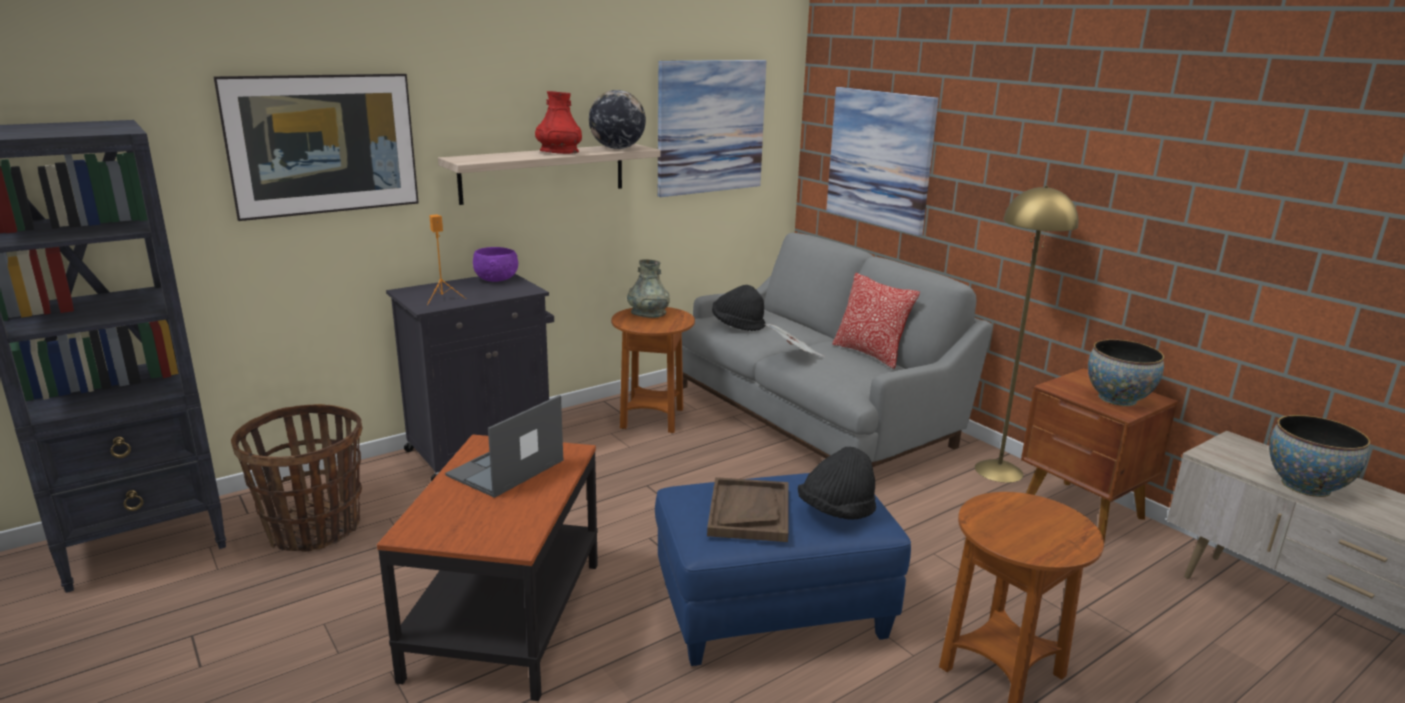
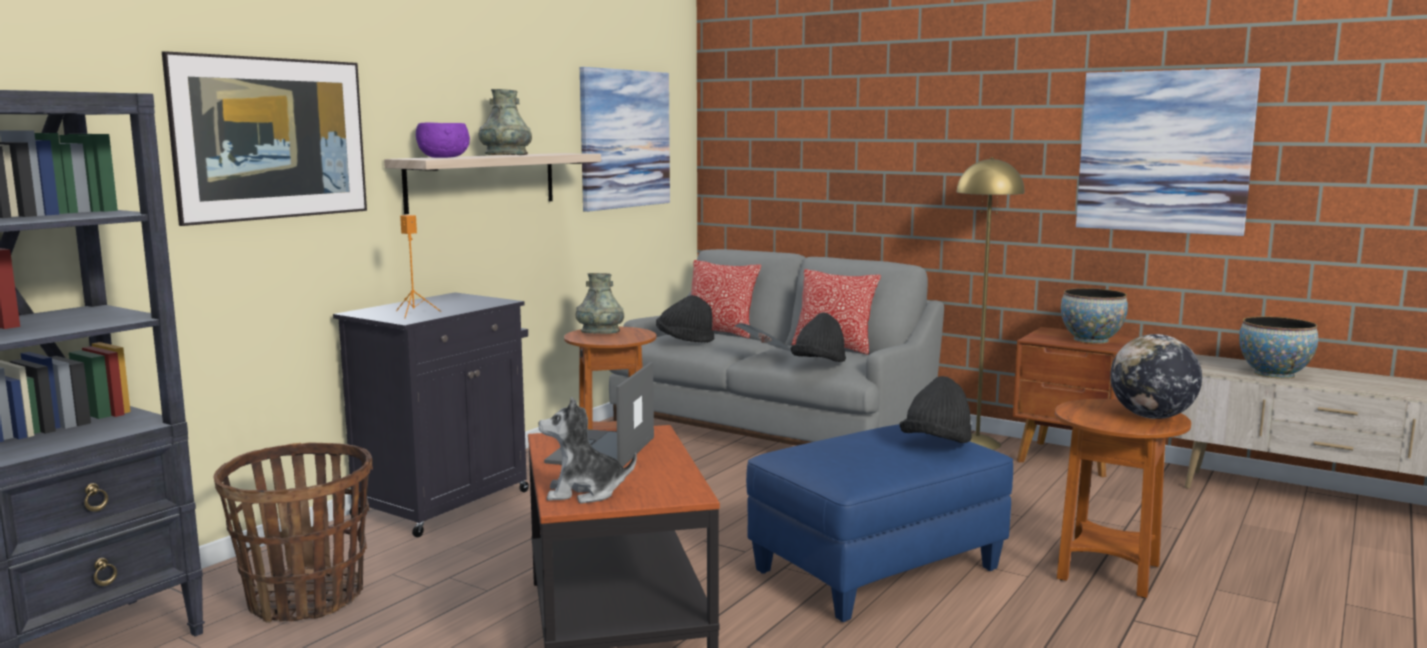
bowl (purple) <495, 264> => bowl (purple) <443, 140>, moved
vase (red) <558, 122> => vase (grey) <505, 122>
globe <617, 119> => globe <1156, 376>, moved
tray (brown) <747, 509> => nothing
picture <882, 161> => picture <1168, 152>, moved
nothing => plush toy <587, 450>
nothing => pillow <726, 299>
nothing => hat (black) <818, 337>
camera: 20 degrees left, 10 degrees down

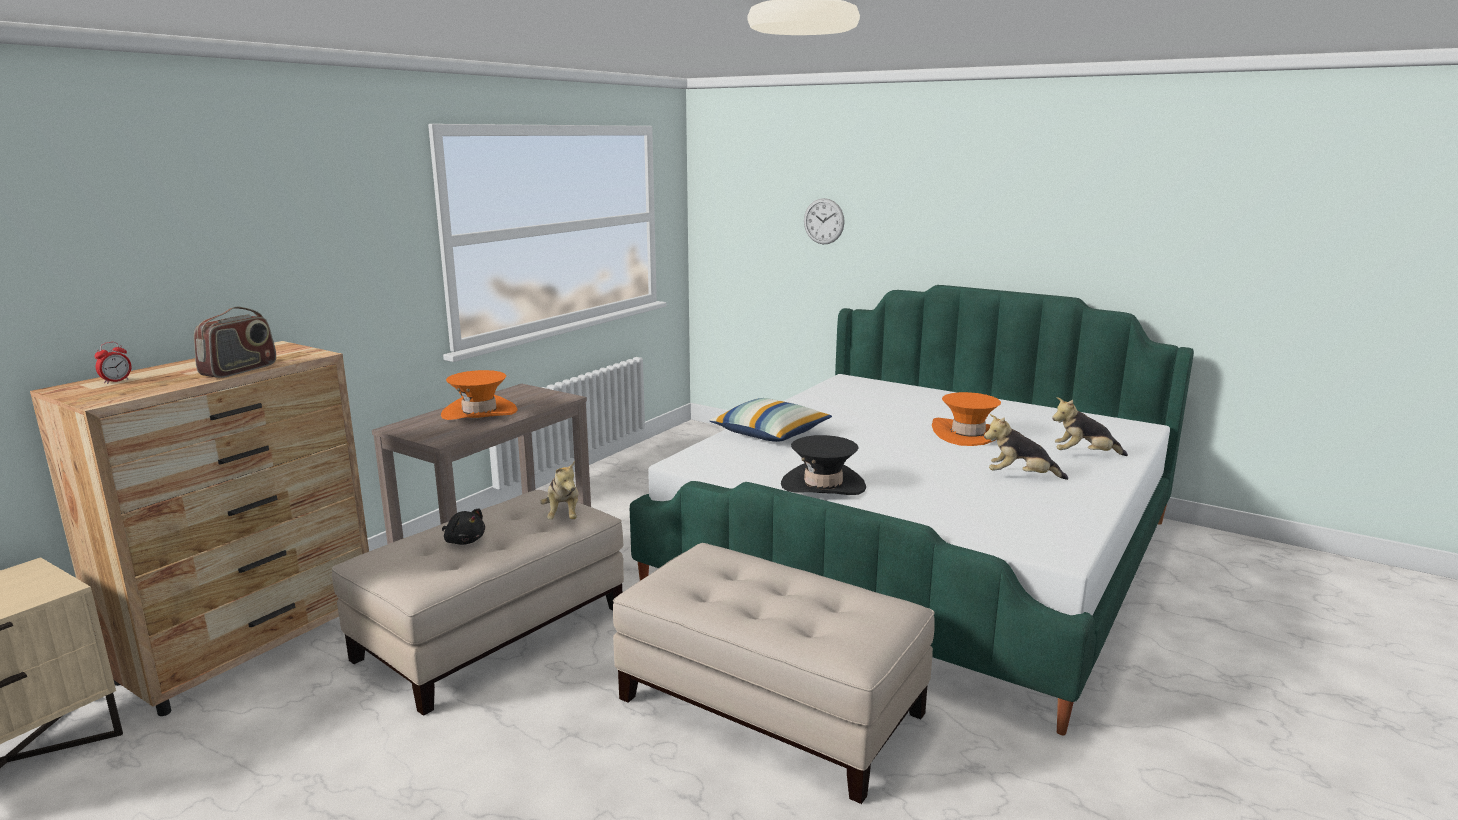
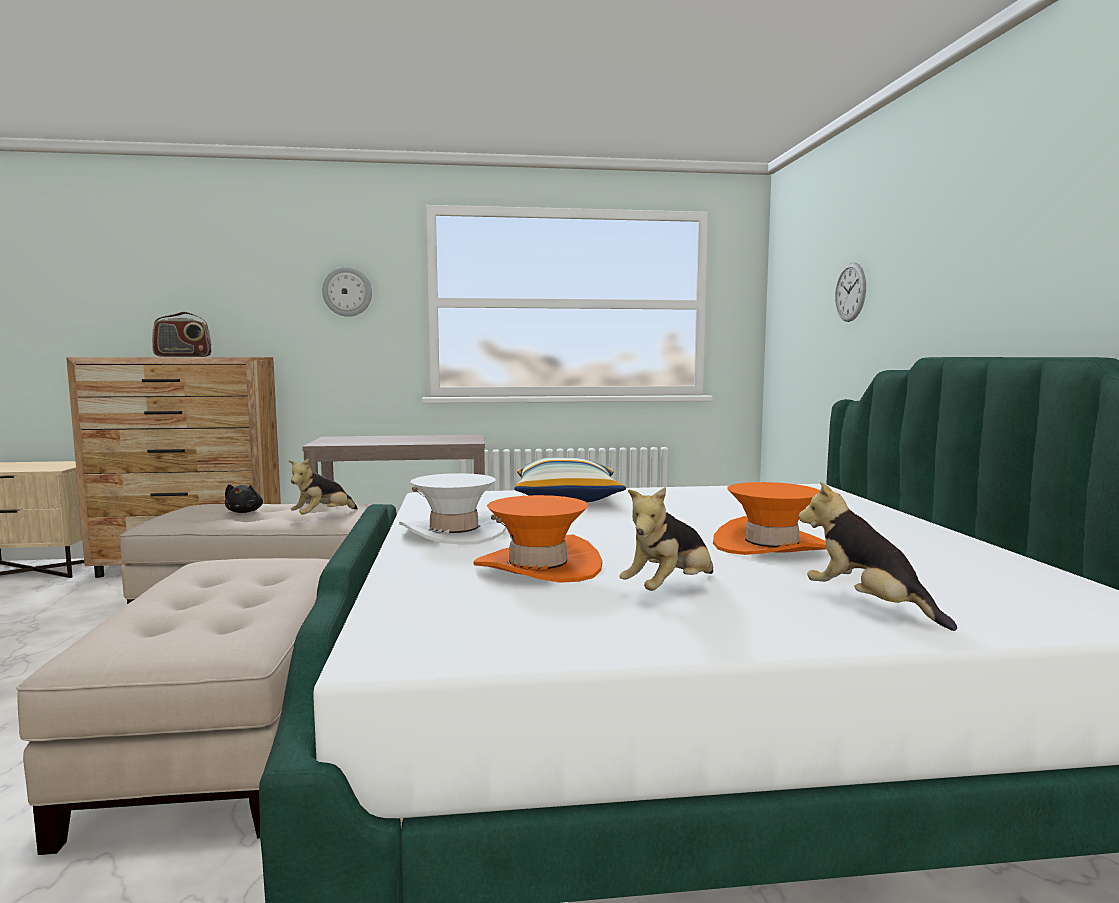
alarm clock <112, 363> => nothing
hat (orange) <479, 395> => hat (orange) <538, 539>, moved
hat (black) <823, 465> => hat (white) <452, 509>
plush toy <1026, 447> => plush toy <666, 539>, 105 degrees counterclockwise
nothing => wall clock <347, 292>
camera: 50 degrees right, 10 degrees down

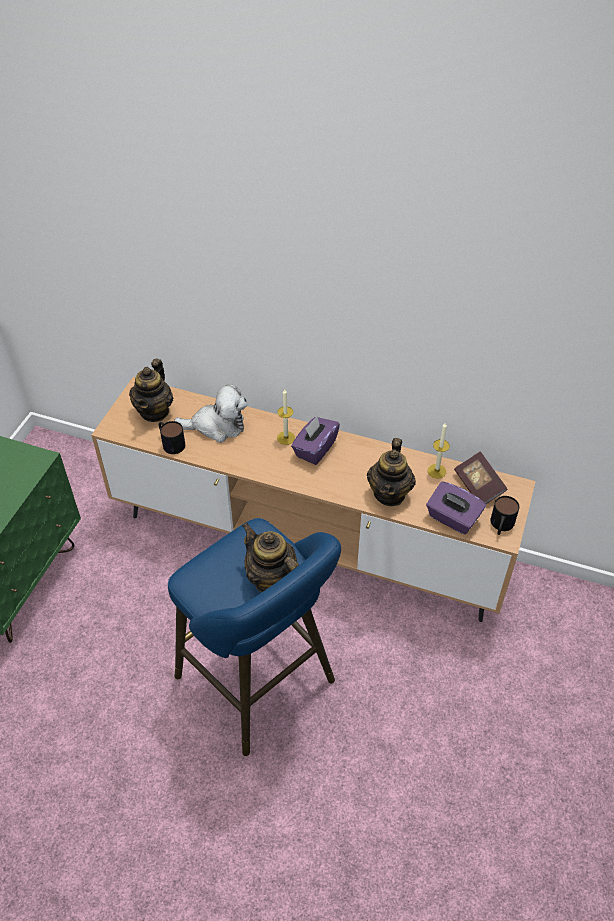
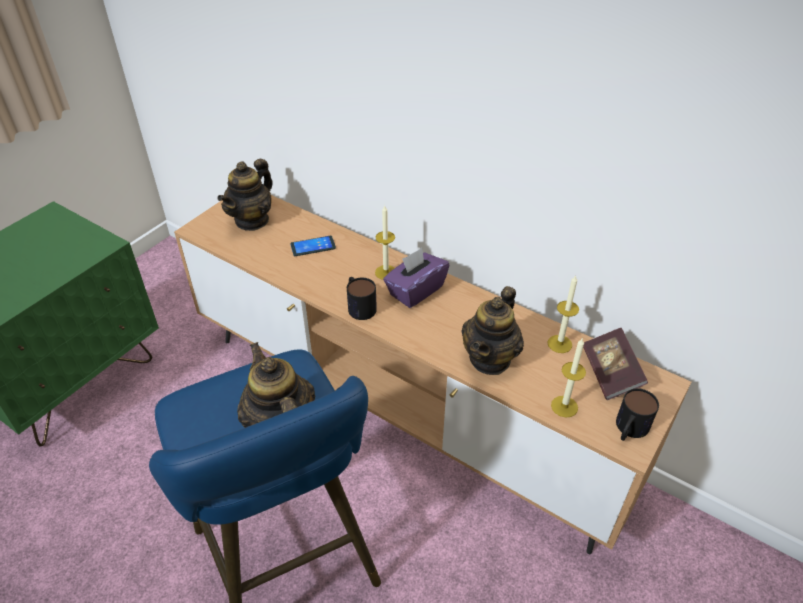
mug <172, 437> => mug <362, 298>, moved
plush toy <210, 413> => phone <313, 246>
tissue box (purple) <456, 507> => candle <568, 378>
camera: 15 degrees right, 5 degrees down

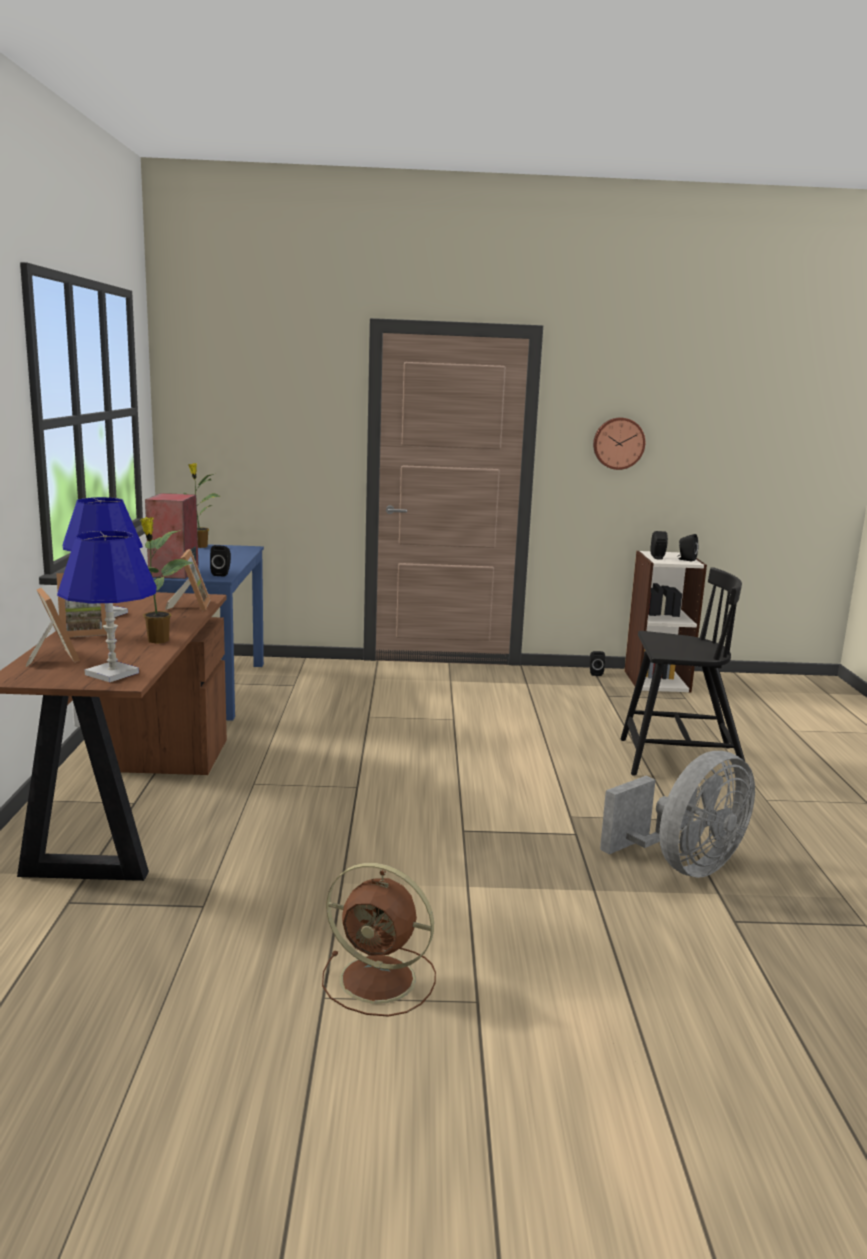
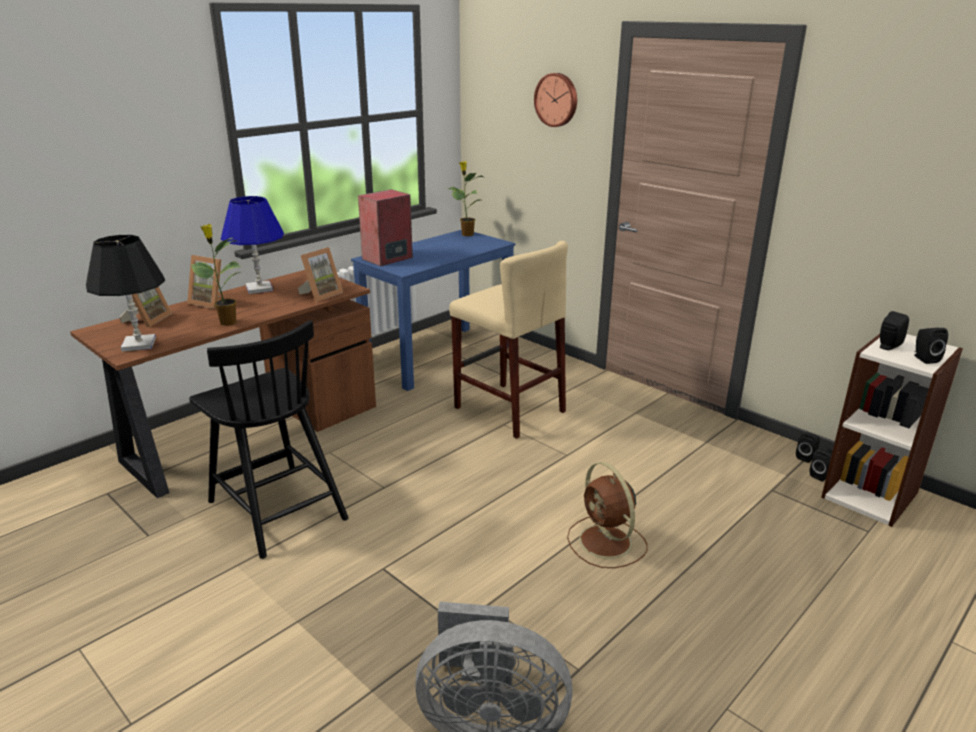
table lamp (blue) <107, 606> => table lamp (black) <125, 293>
speaker (black) <220, 561> => speaker (black) <821, 465>, moved
fan (brown) <379, 940> => fan (brown) <607, 515>, moved
wall clock <619, 444> => wall clock <555, 100>, moved
chair (black) <682, 671> => chair (black) <268, 439>, moved
nothing => stool (beige) <508, 340>
camera: 45 degrees right, 10 degrees up

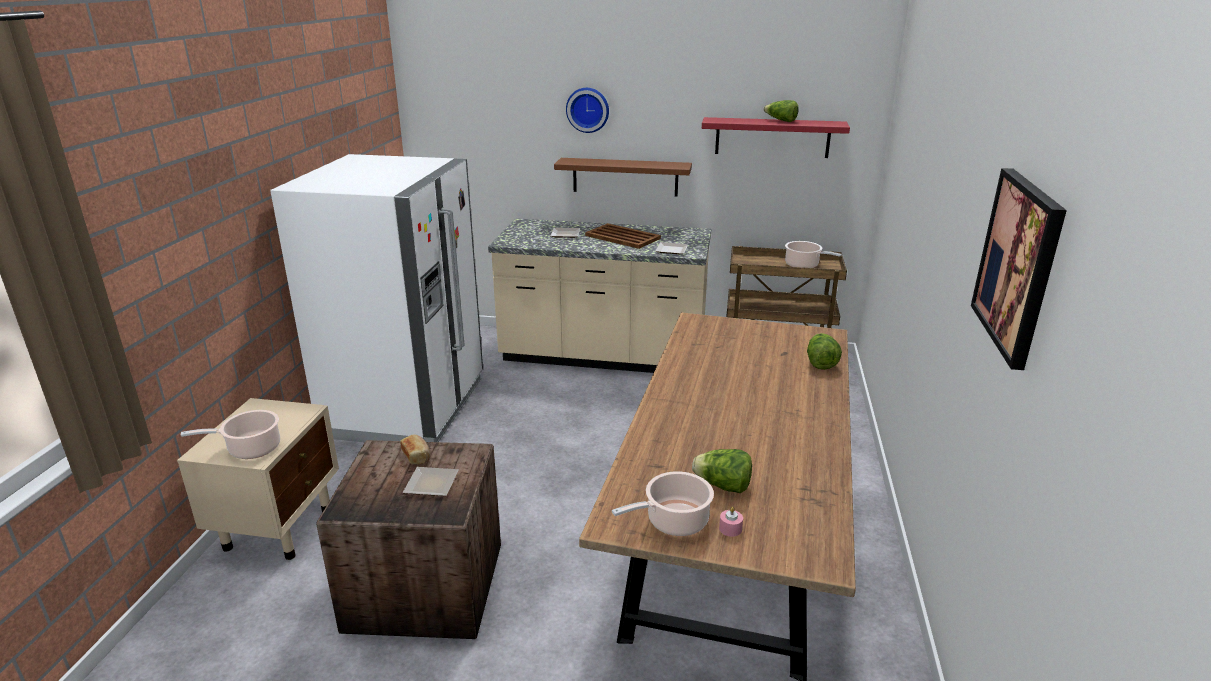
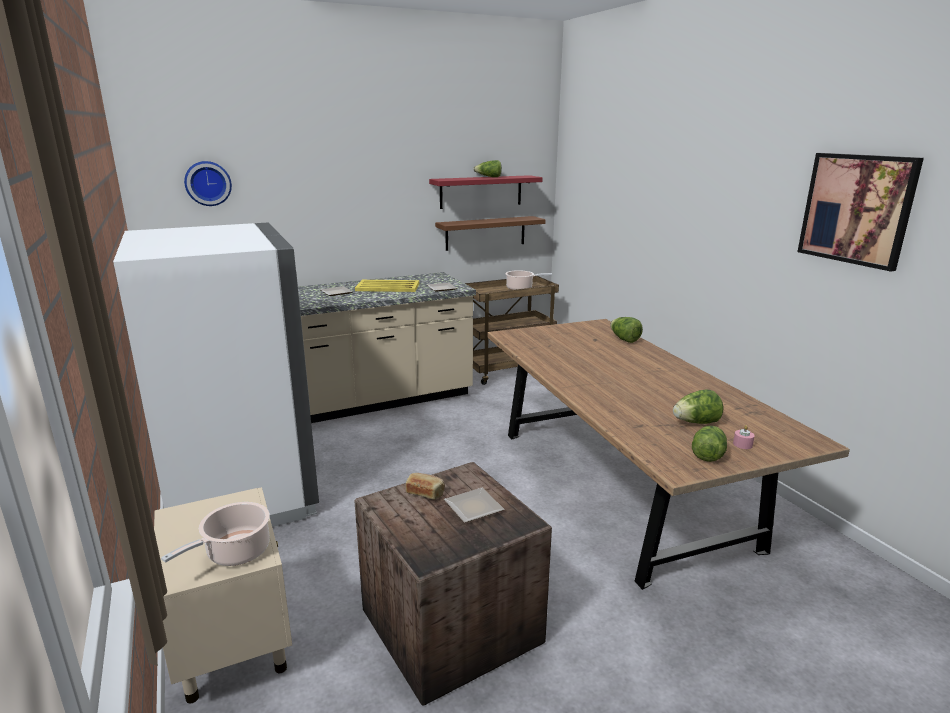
shelf (brown) <623, 177> => shelf (brown) <490, 233>, moved
wall clock <587, 110> => wall clock <208, 183>, moved
tray (brown) <623, 236> => tray (yellow) <387, 286>
cooking pot <663, 503> => lettuce <709, 444>
camera: 35 degrees left, 5 degrees down

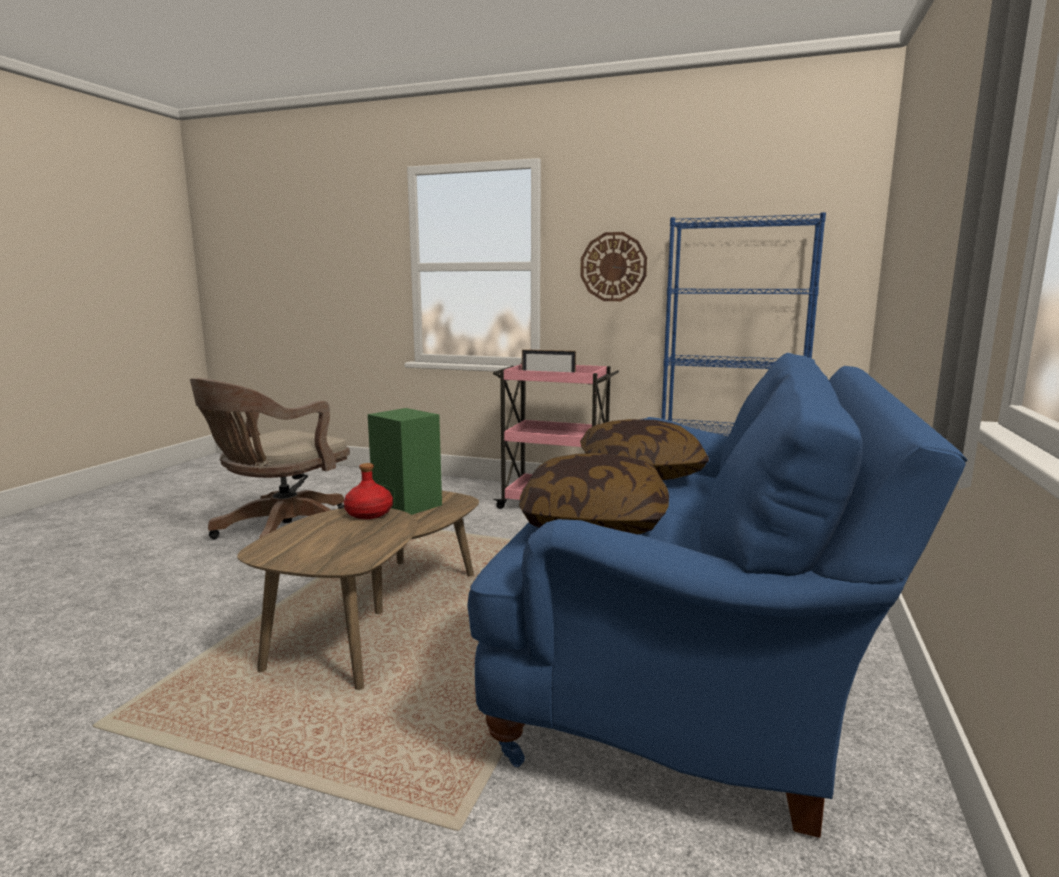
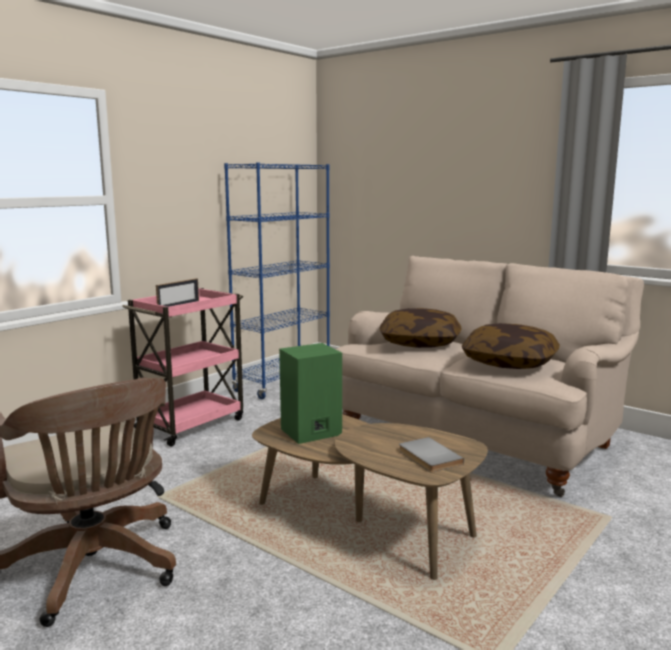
bottle (red) <368, 491> => nothing
sofa (blue) <718, 595> => sofa (beige) <490, 376>
wall clock <613, 266> => nothing
nothing => book (grey) <431, 455>
camera: 70 degrees left, 0 degrees up

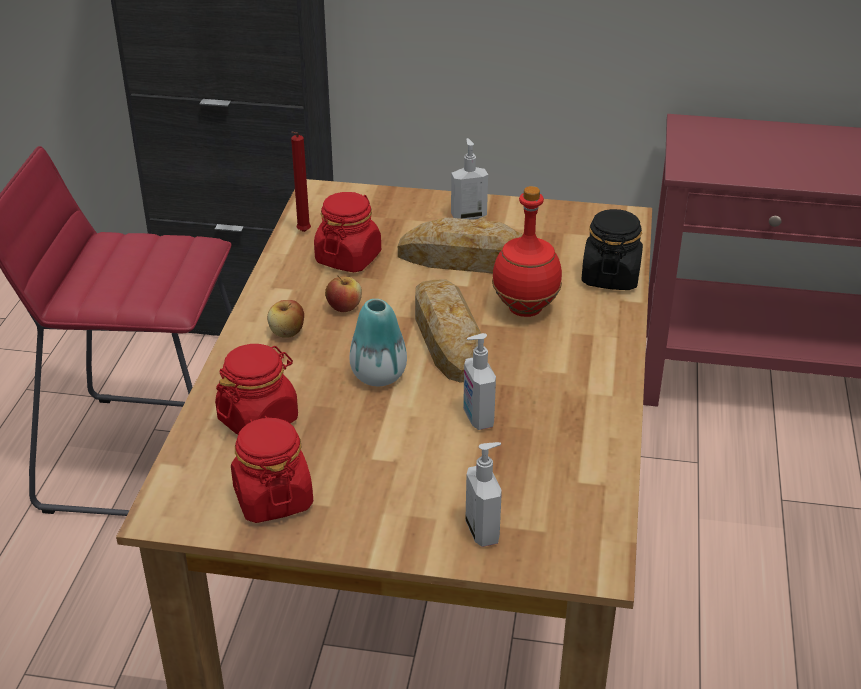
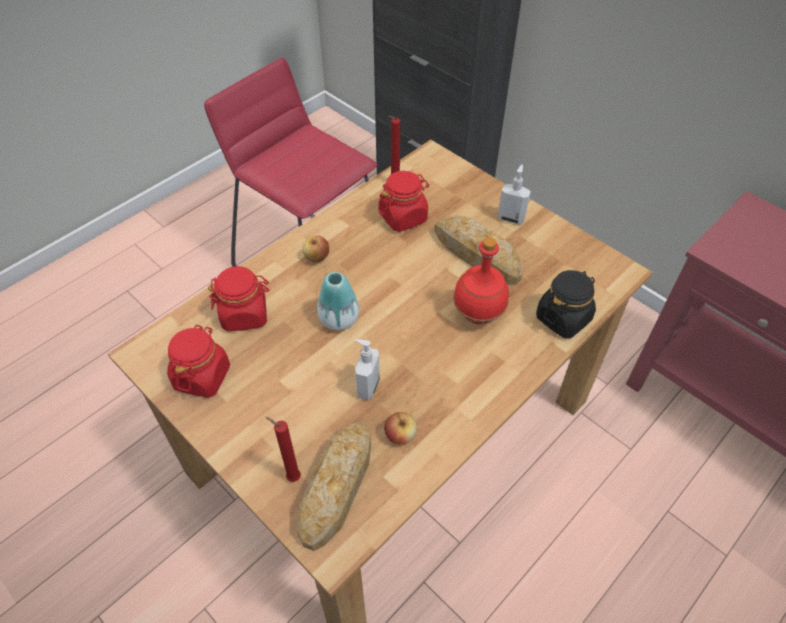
apple <343, 293> => apple <400, 428>, moved
bread <448, 331> => bread <334, 486>, moved
soap dispenser <483, 494> => candle (red) <283, 449>
camera: 35 degrees right, 15 degrees up

